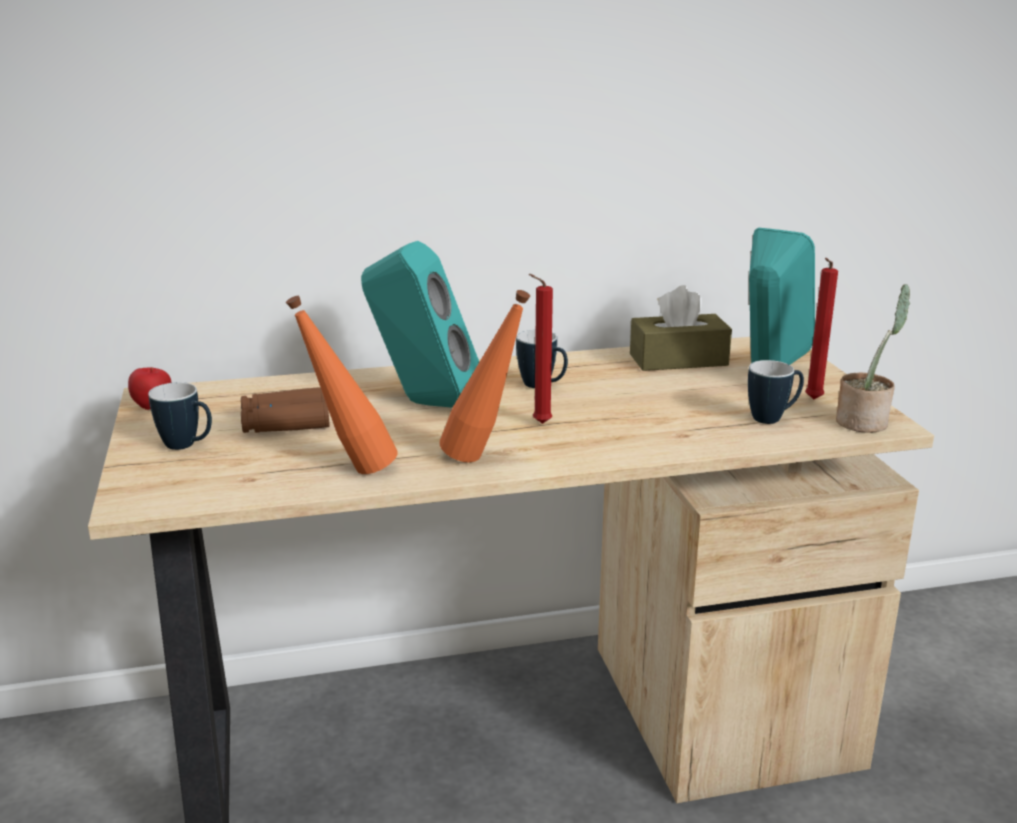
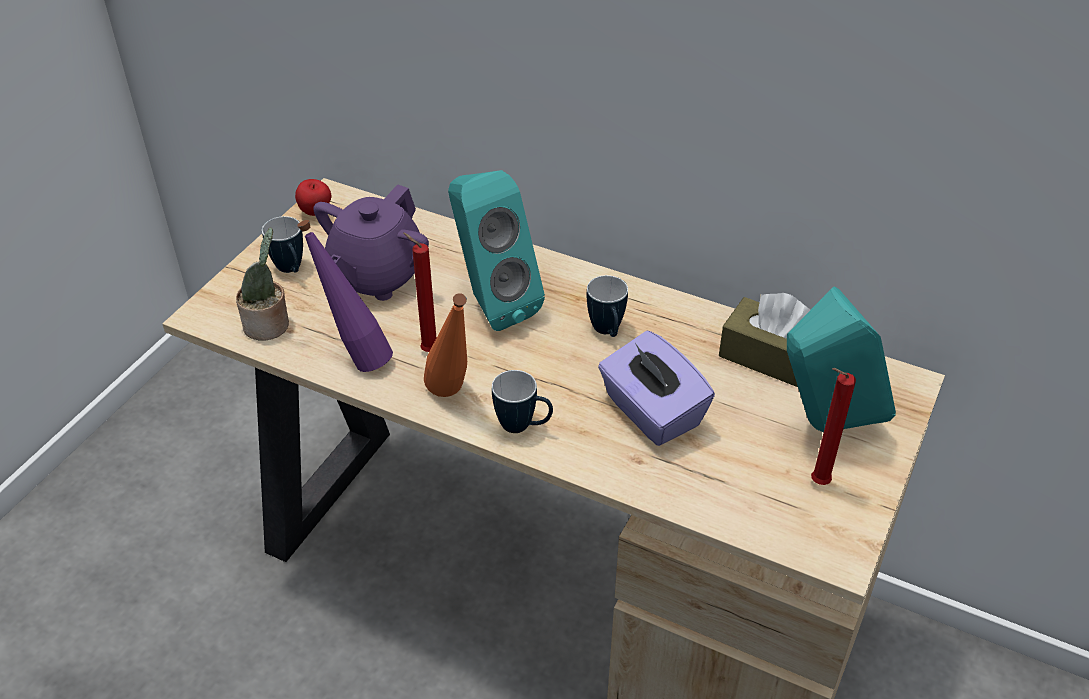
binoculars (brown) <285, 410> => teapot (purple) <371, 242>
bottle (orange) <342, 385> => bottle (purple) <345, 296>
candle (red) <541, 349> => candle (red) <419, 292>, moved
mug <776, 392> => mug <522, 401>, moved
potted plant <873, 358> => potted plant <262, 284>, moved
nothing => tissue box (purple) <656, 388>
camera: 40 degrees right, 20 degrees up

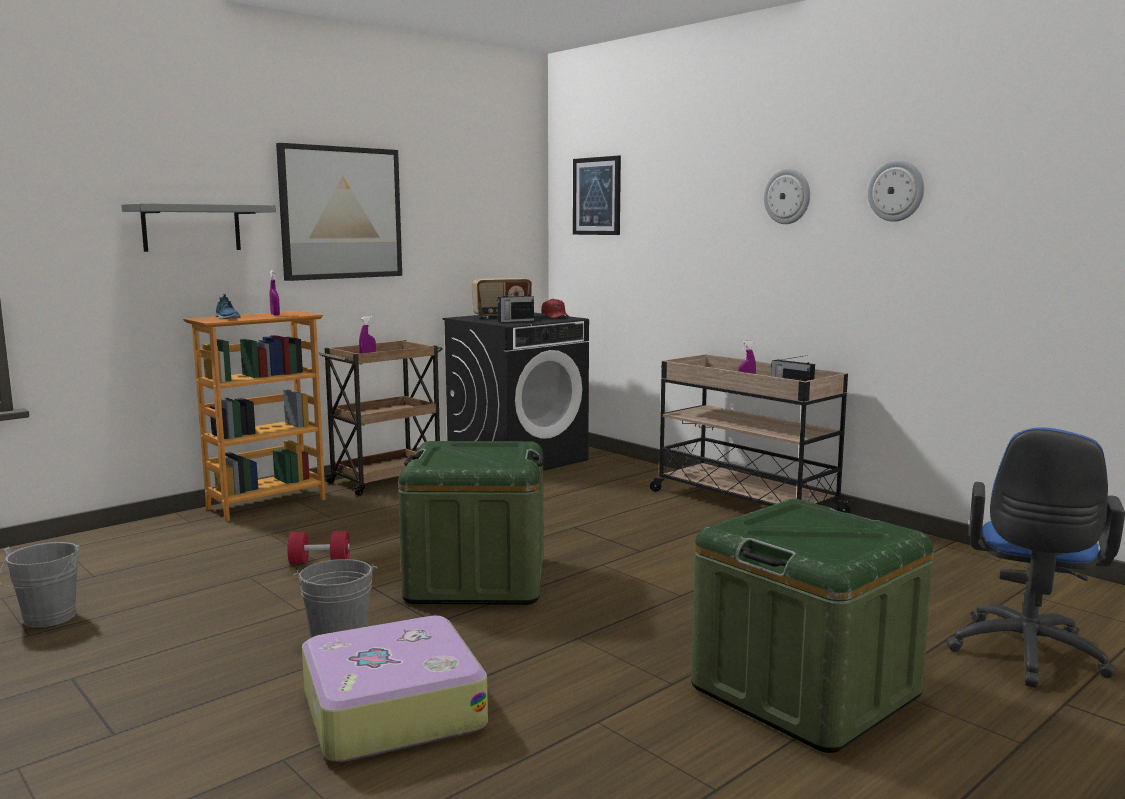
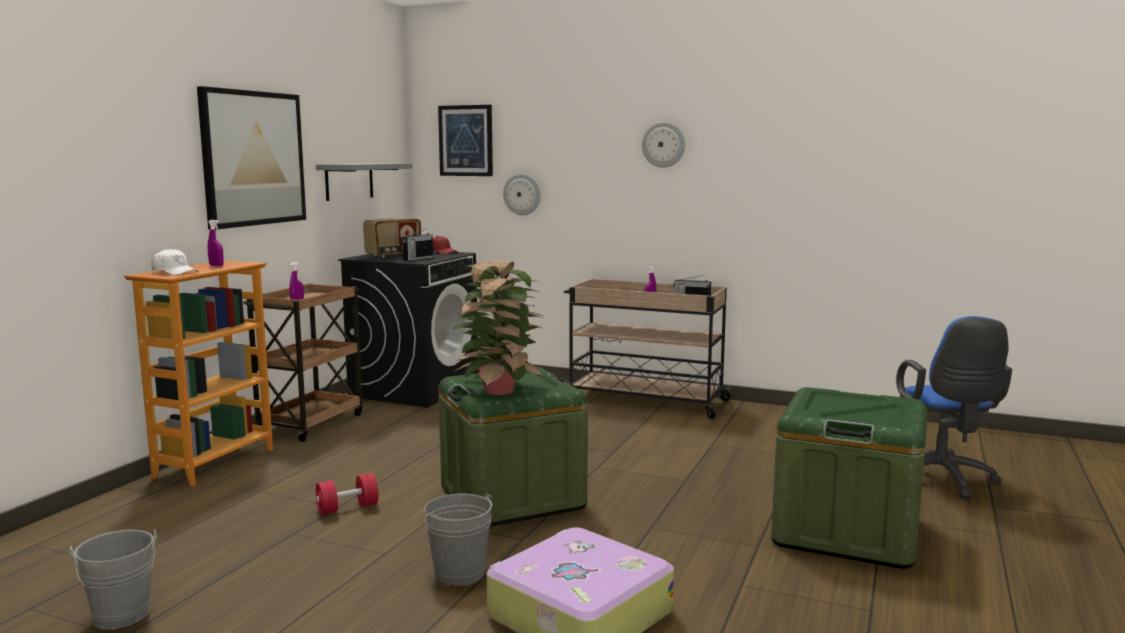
shelf (grey) <198, 227> => shelf (grey) <364, 182>, moved
shoe <227, 306> => cap (white) <174, 261>
wall clock <896, 191> => wall clock <522, 194>, moved
nothing => potted plant <498, 328>
camera: 25 degrees left, 0 degrees up

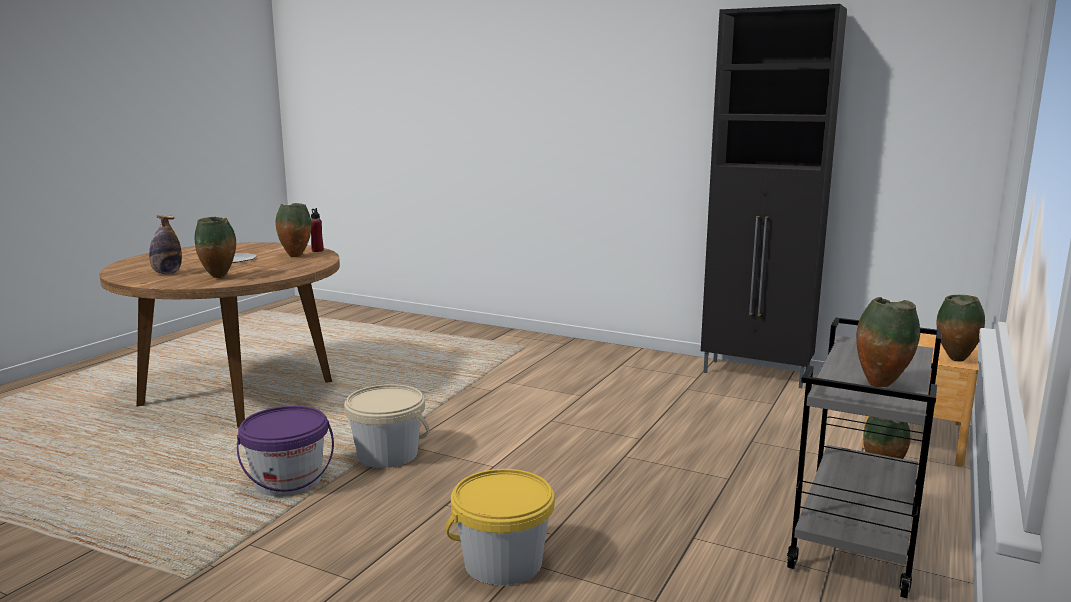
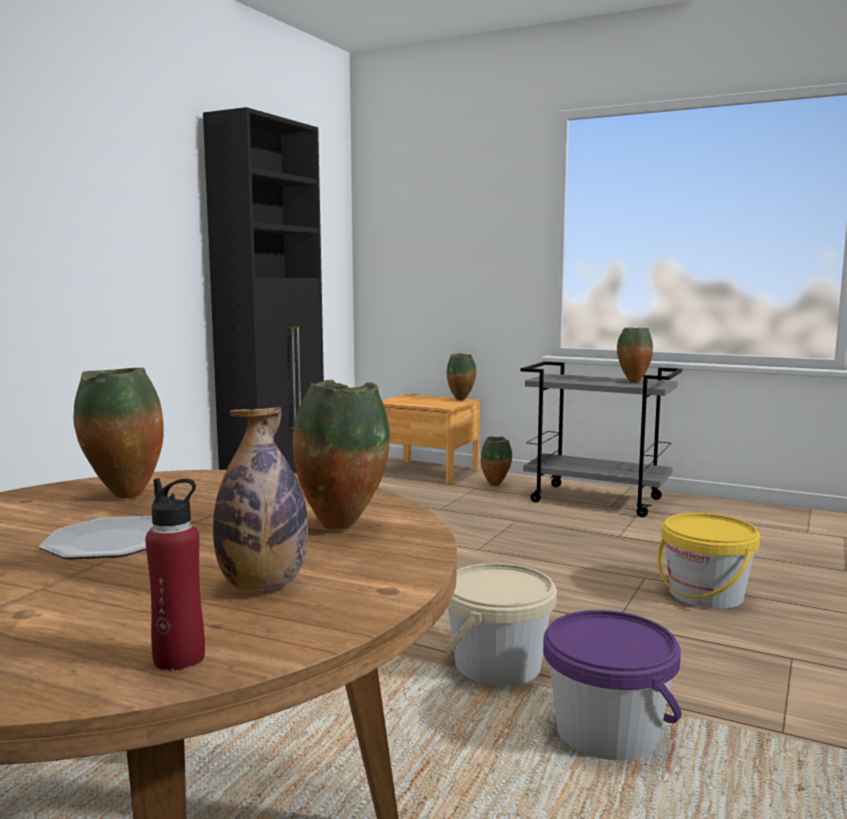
bottle (red) <317, 230> => bottle (red) <175, 574>, moved
camera: 90 degrees left, 5 degrees down

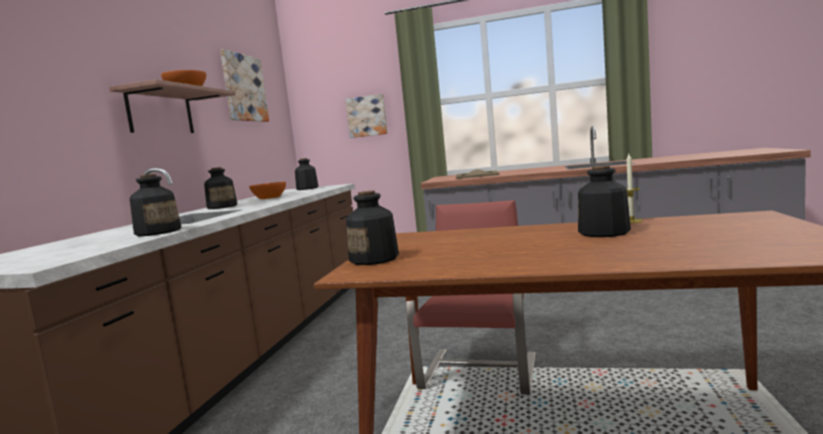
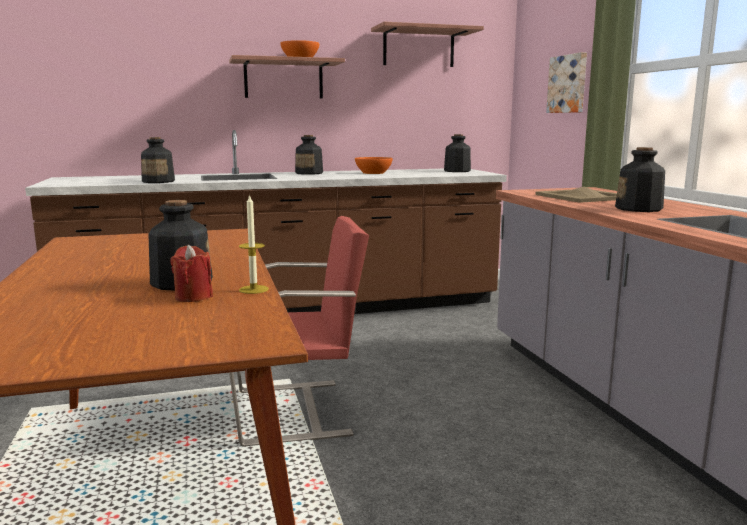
picture <244, 85> => shelf <427, 44>
bottle <372, 228> => bottle <640, 179>, moved
nothing => candle (red) <191, 273>
camera: 60 degrees right, 5 degrees up

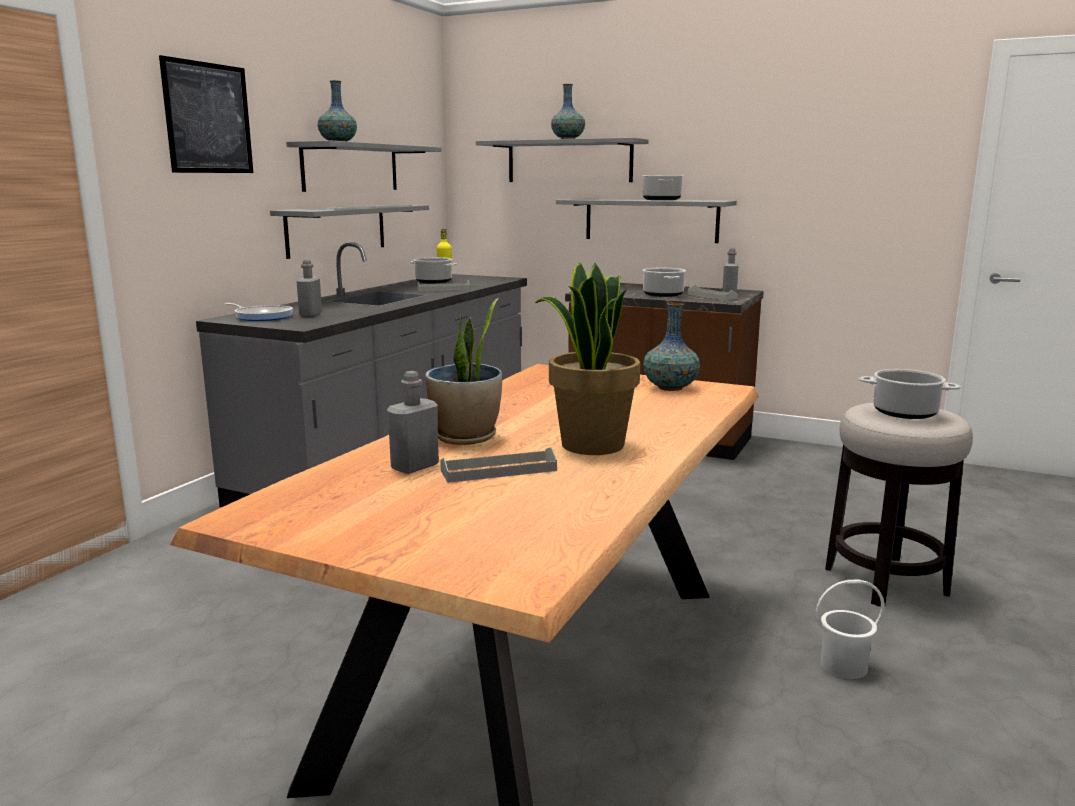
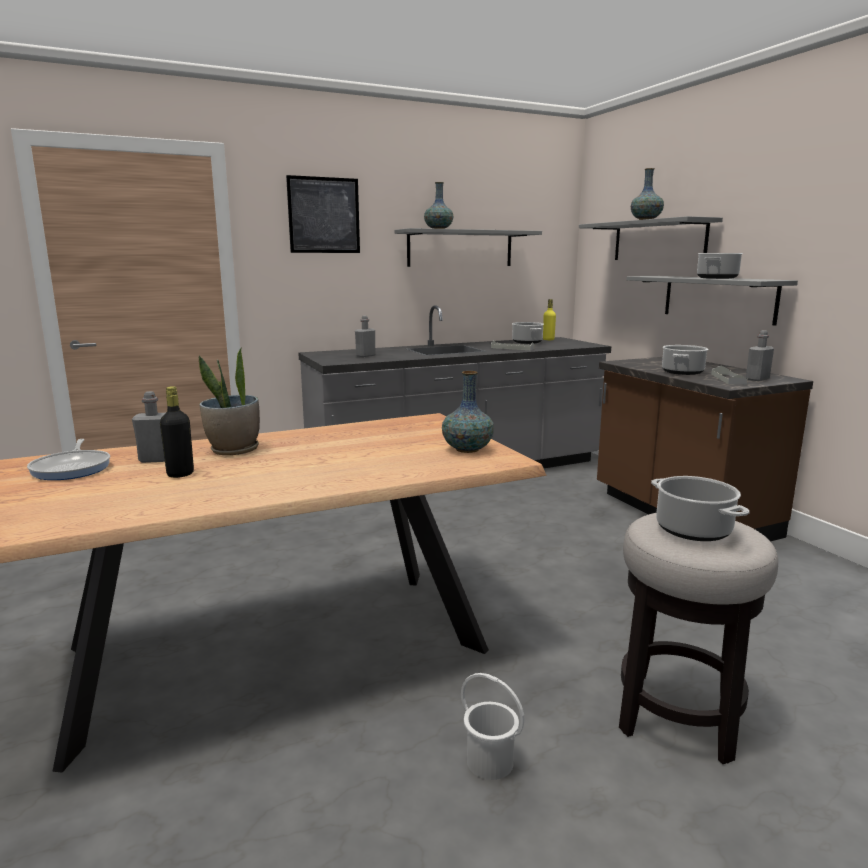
frying pan <258, 312> => frying pan <68, 459>, moved
shelf (grey) <349, 232> => nothing
tray (grey) <498, 465> => bottle (black) <177, 432>
potted plant <587, 359> => nothing
camera: 40 degrees right, 0 degrees up

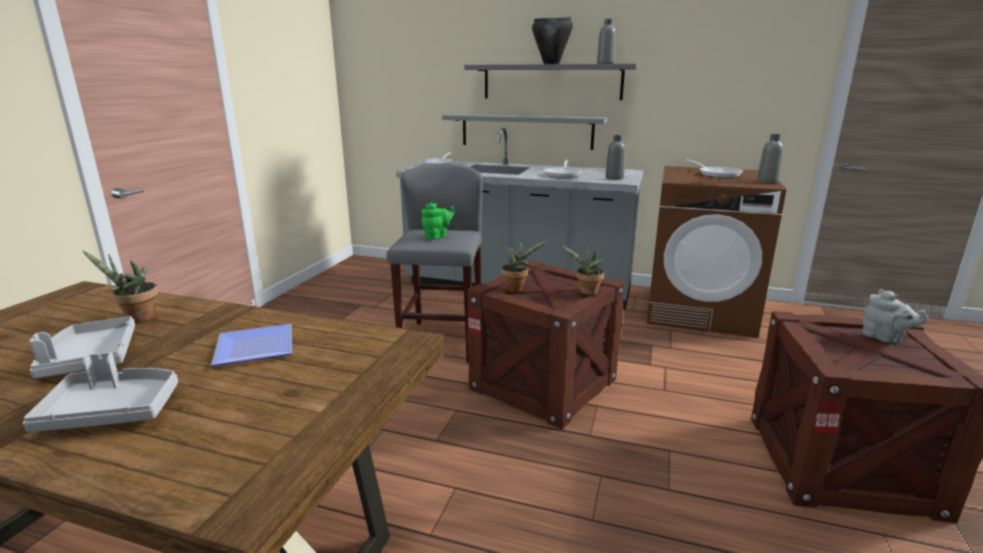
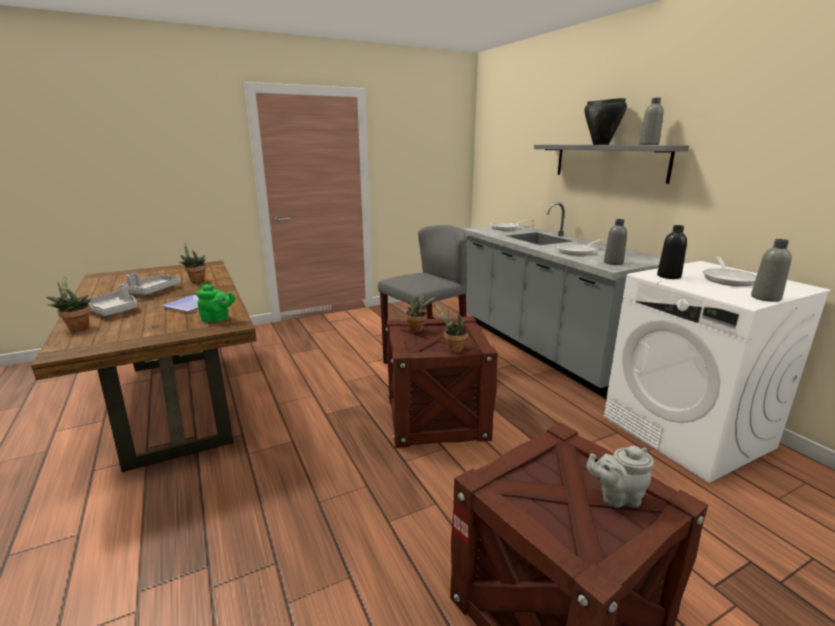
teapot (green) <438, 221> => teapot (green) <215, 303>, moved
shelf (grey) <525, 132> => nothing
washing machine (brown) <716, 252> => washing machine (white) <717, 372>
teapot (grey) <895, 316> => teapot (grey) <620, 477>, 75 degrees clockwise
nothing => potted plant <68, 304>
nothing => bottle (black) <672, 252>
camera: 45 degrees right, 0 degrees up

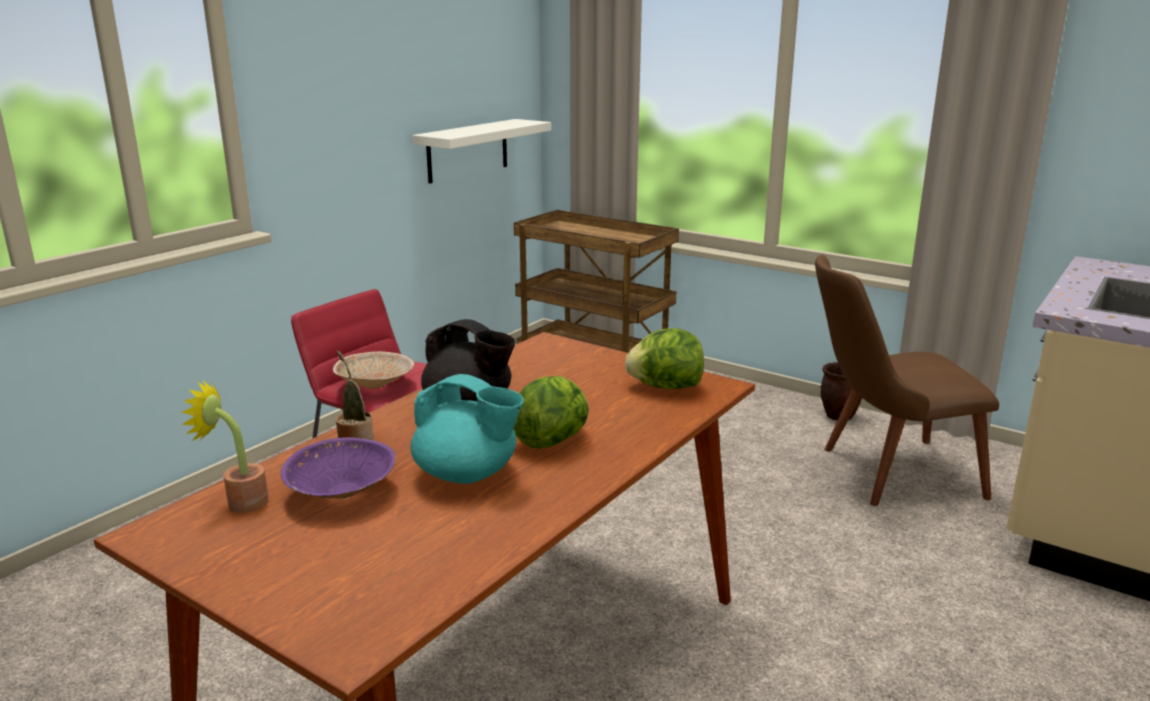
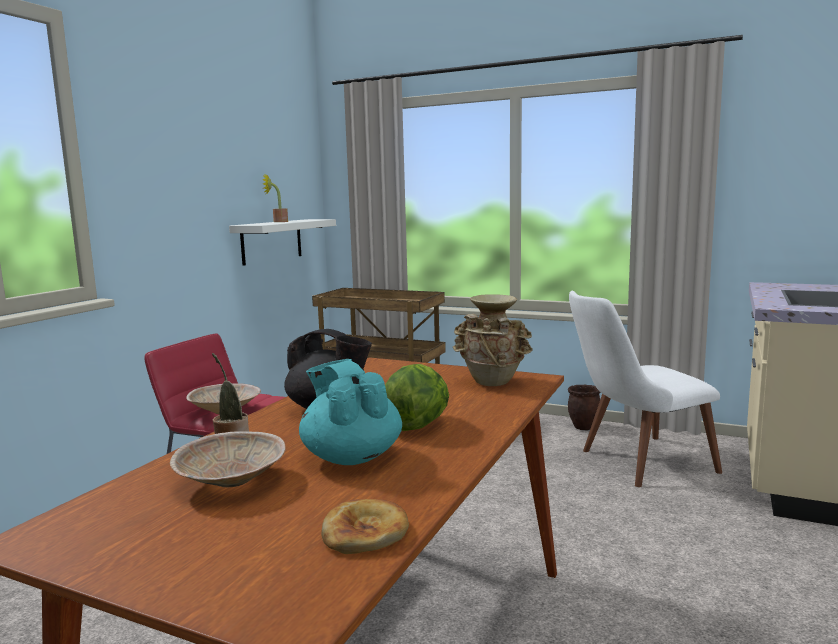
potted plant <225, 447> => potted plant <275, 197>, moved
bowl (purple) <338, 467> => bowl (beige) <228, 459>
teapot (turquoise) <467, 429> => teapot (turquoise) <350, 412>, 135 degrees counterclockwise
lettuce <664, 358> => vase (beige) <493, 340>
chair (brown) <907, 380> => chair (white) <645, 389>
nothing => bread <365, 526>
camera: 10 degrees left, 10 degrees down

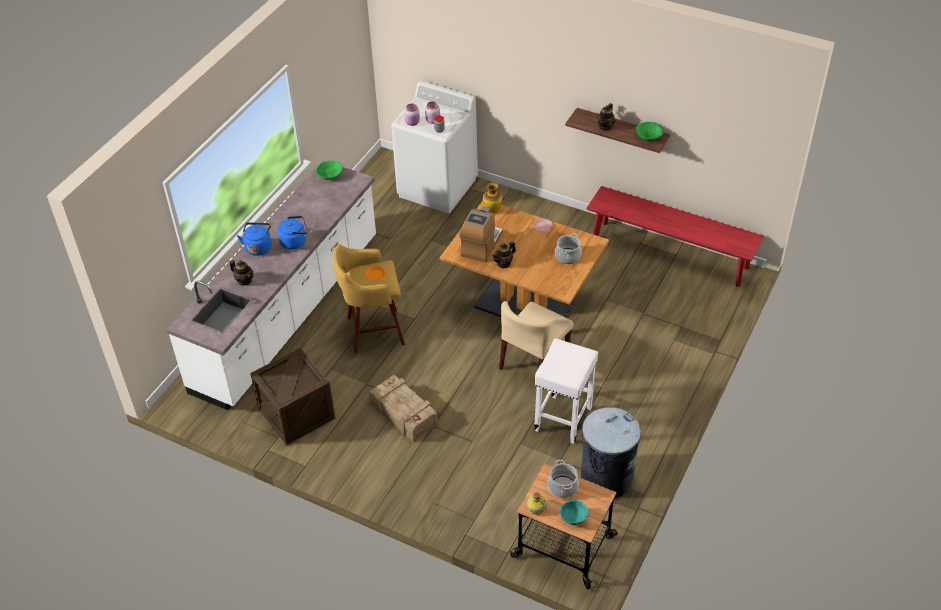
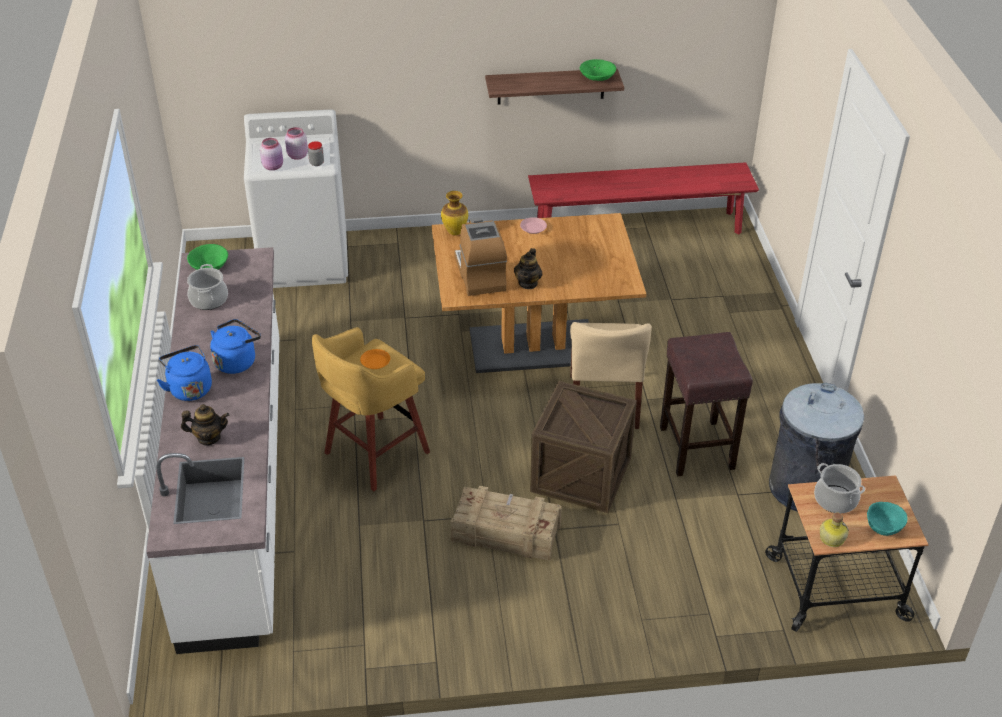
crate <292, 396> => crate <583, 447>, moved
stool (white) <566, 391> => stool (brown) <706, 404>
cooking pot <568, 248> => cooking pot <207, 287>, moved
teapot <605, 117> => nothing
camera: 35 degrees left, 5 degrees down

